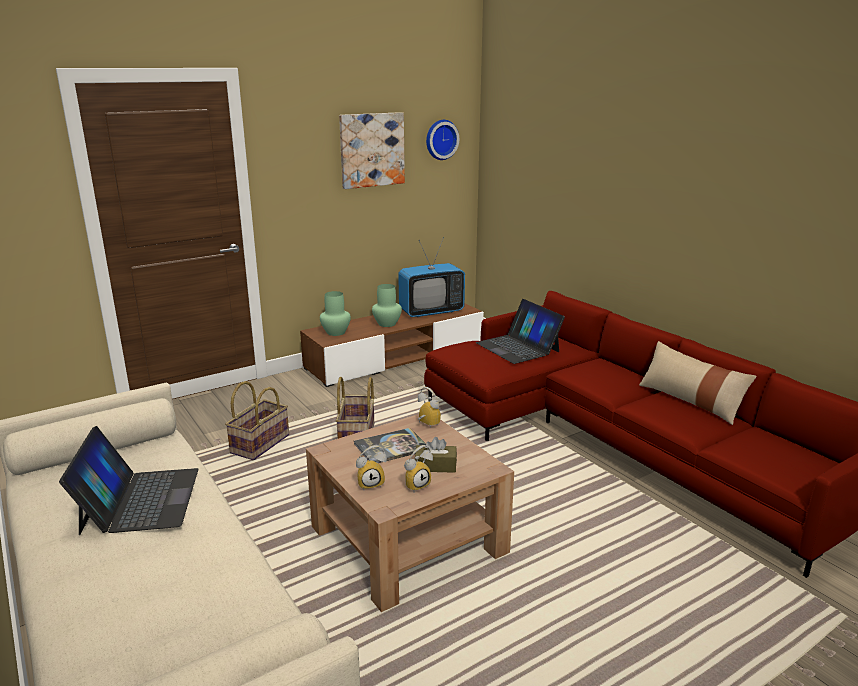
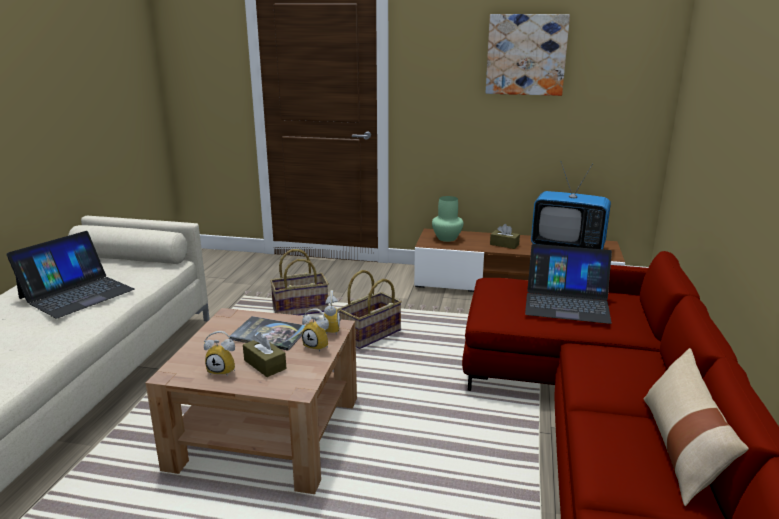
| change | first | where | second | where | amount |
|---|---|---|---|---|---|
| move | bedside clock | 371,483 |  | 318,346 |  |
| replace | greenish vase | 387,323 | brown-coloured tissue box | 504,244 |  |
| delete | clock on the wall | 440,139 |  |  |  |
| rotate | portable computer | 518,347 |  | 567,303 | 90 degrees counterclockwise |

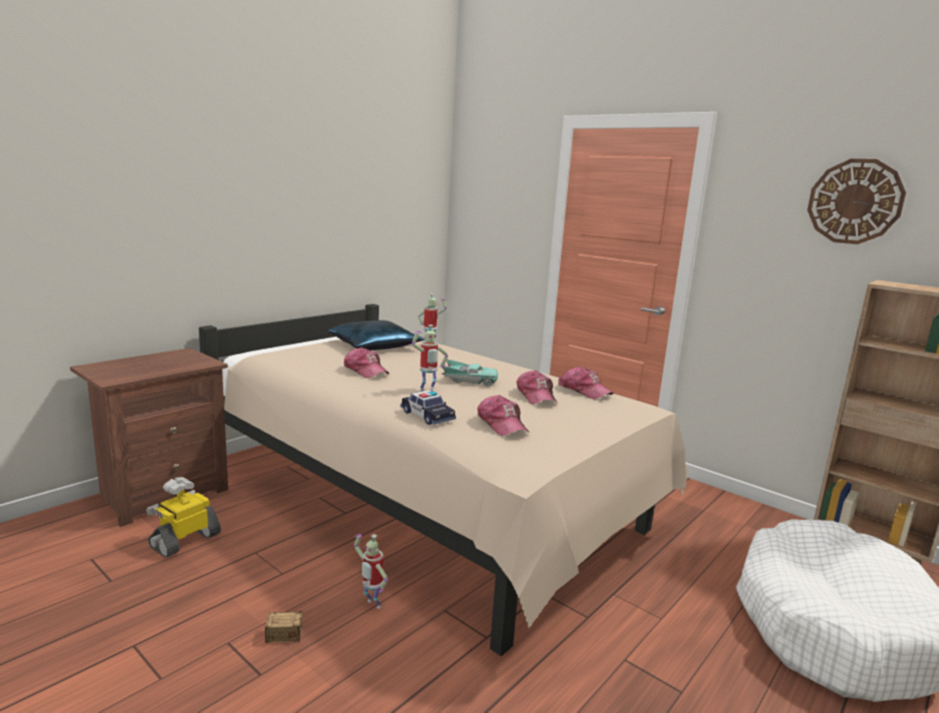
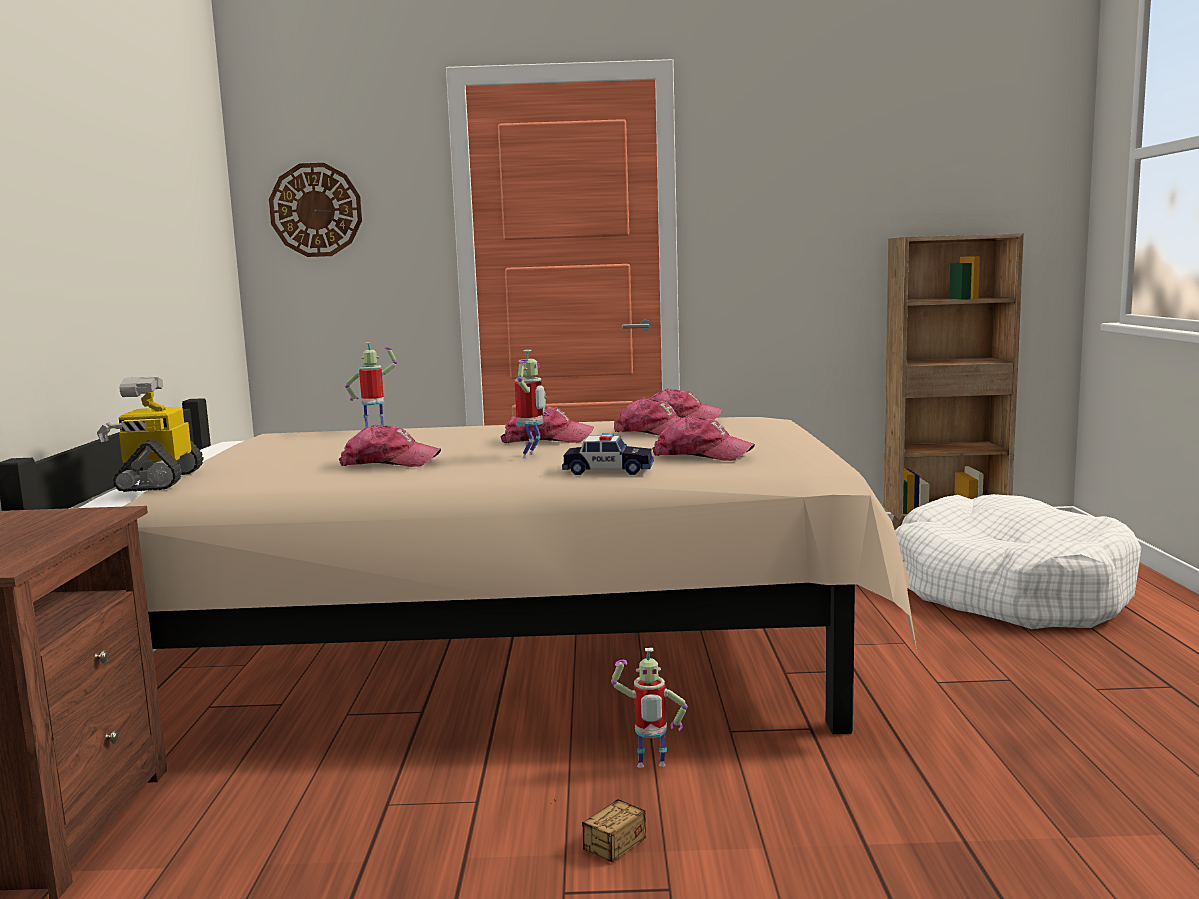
| change | first | where | second | where | amount |
|---|---|---|---|---|---|
| move | model robot | 185,540 |  | 159,481 |  |
| delete | blue-coloured pillow | 375,346 |  |  |  |
| replace | blue-green model car | 469,381 | baseball cap | 546,440 |  |
| move | clock on the wall | 854,201 |  | 316,210 |  |

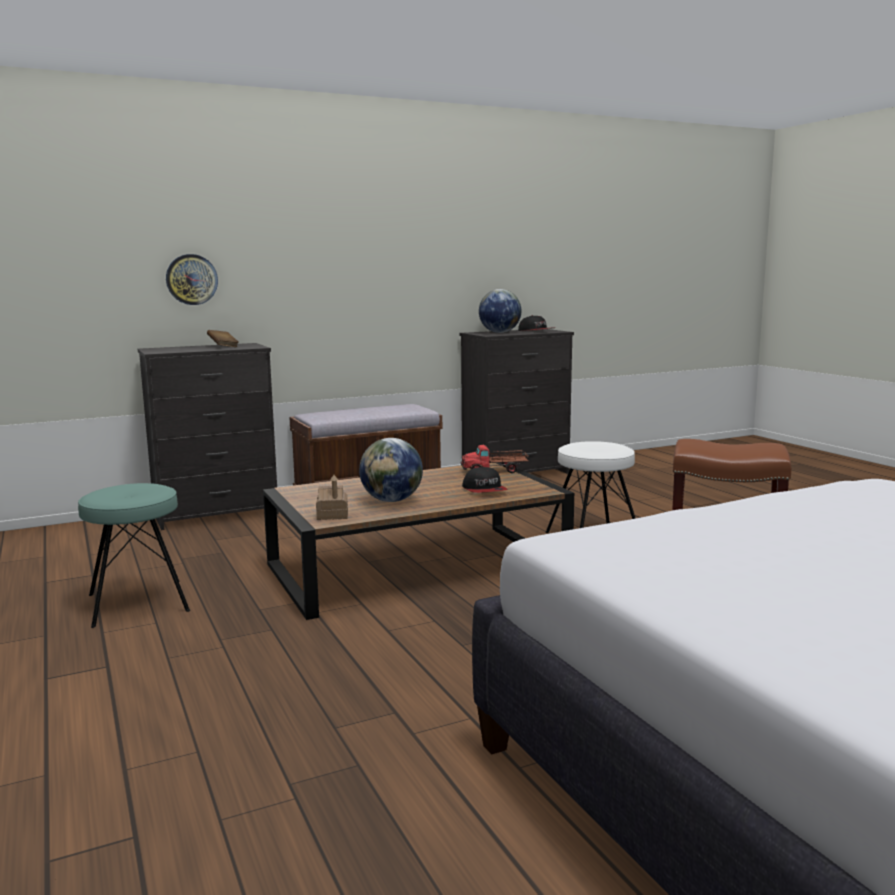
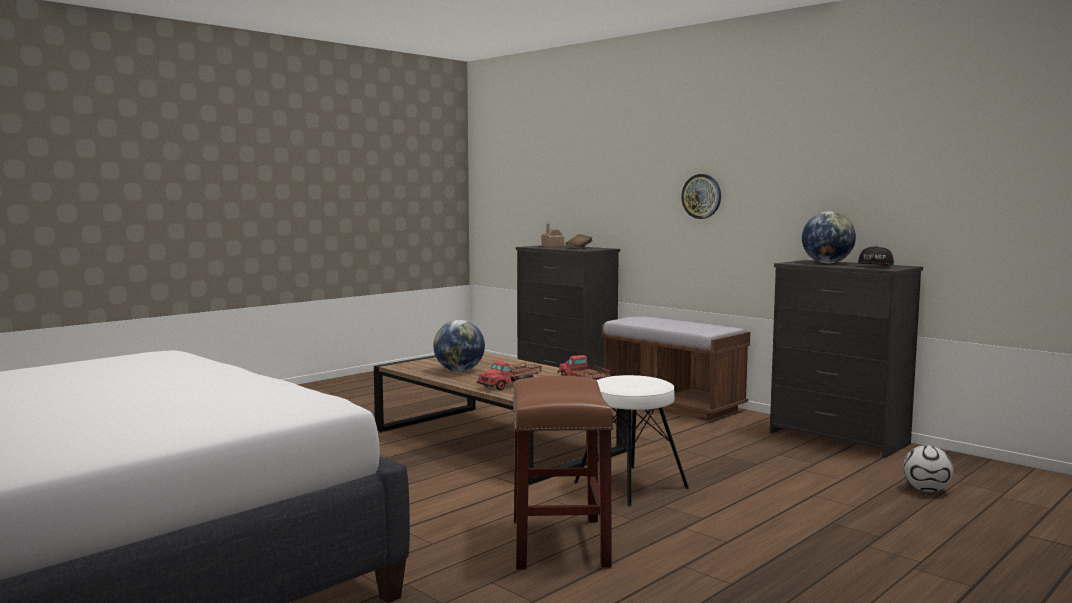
| change | first | where | second | where | amount |
|---|---|---|---|---|---|
| delete | blue-green stool seat | 138,603 |  |  |  |
| move | clock on the wall | 191,279 |  | 701,196 |  |
| move | miniature house | 332,515 |  | 552,246 |  |
| replace | baseball cap | 484,490 | toy truck | 511,385 |  |
| insert |  |  | football ball | 926,490 |  |

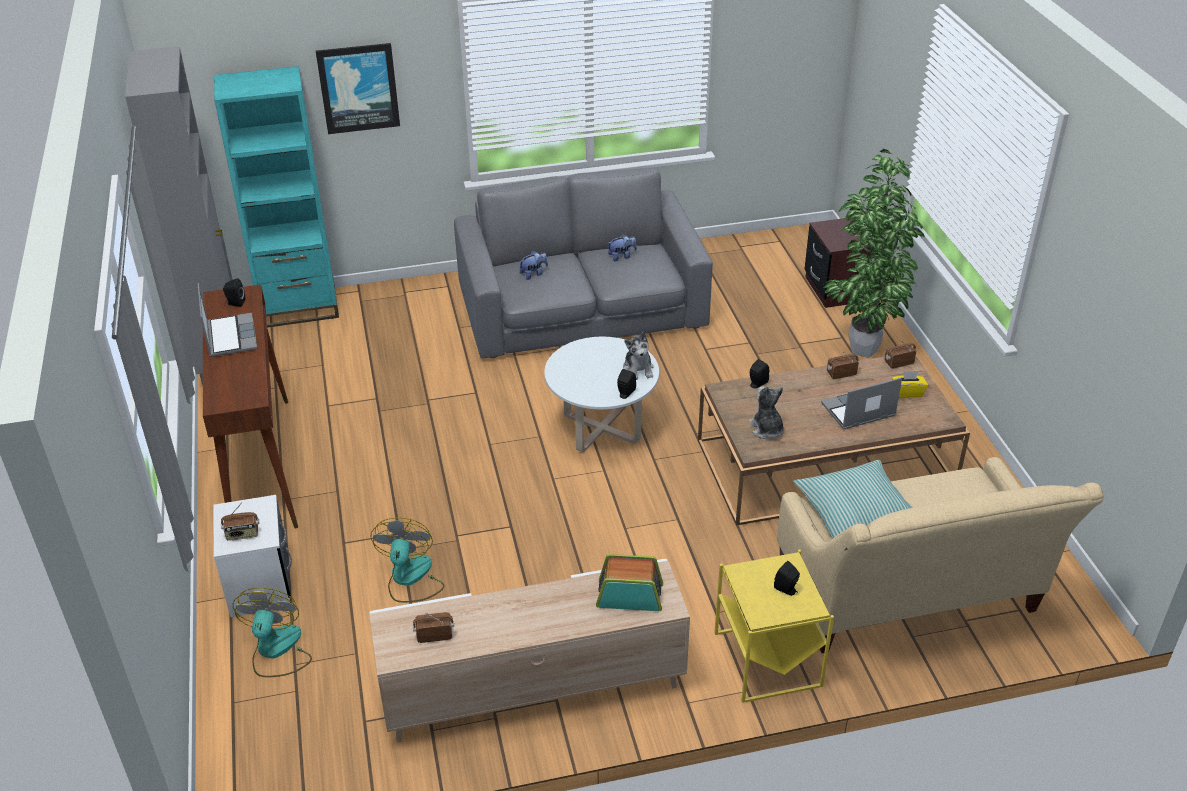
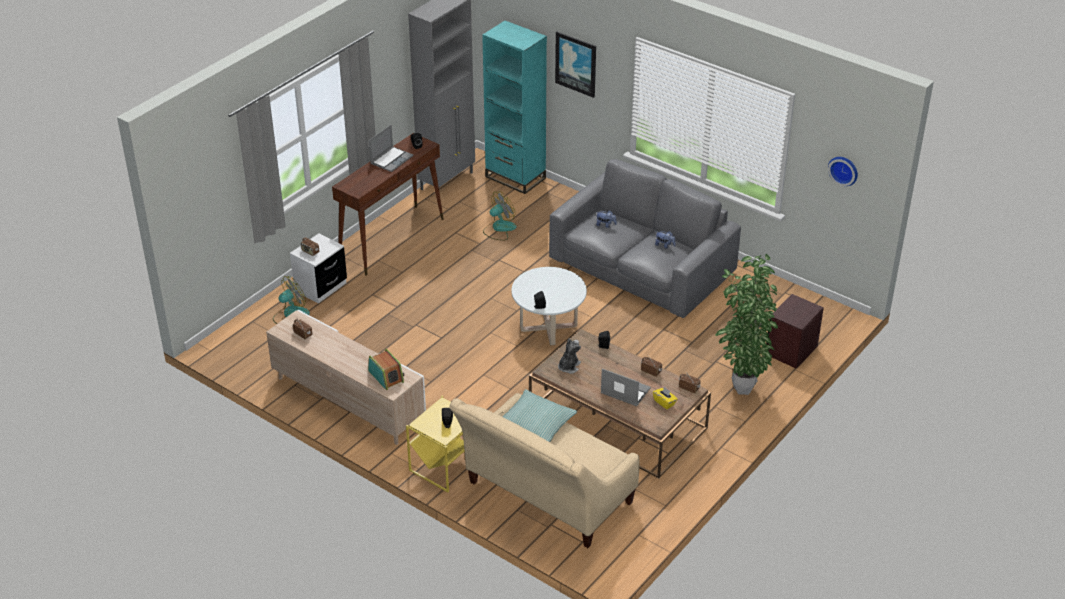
| change | first | where | second | where | amount |
|---|---|---|---|---|---|
| move | electric fan | 410,579 |  | 499,229 |  |
| delete | soft toy | 638,369 |  |  |  |
| insert |  |  | clock on the wall | 844,170 |  |

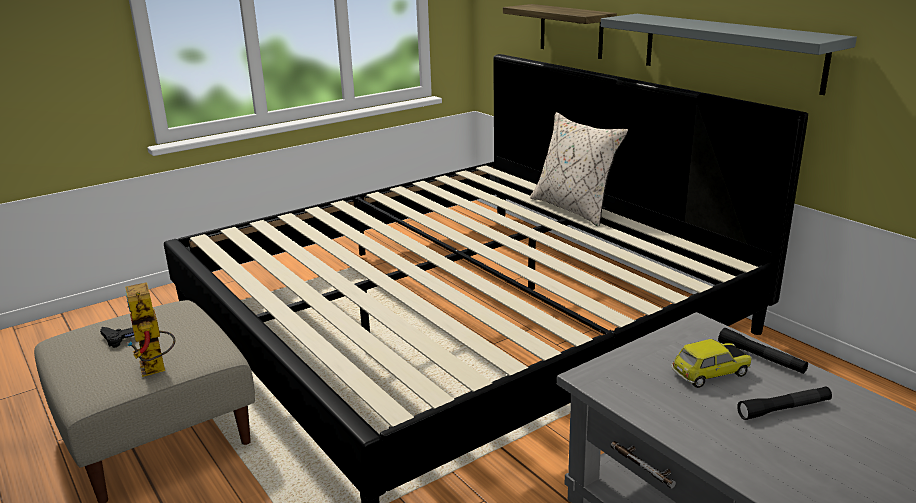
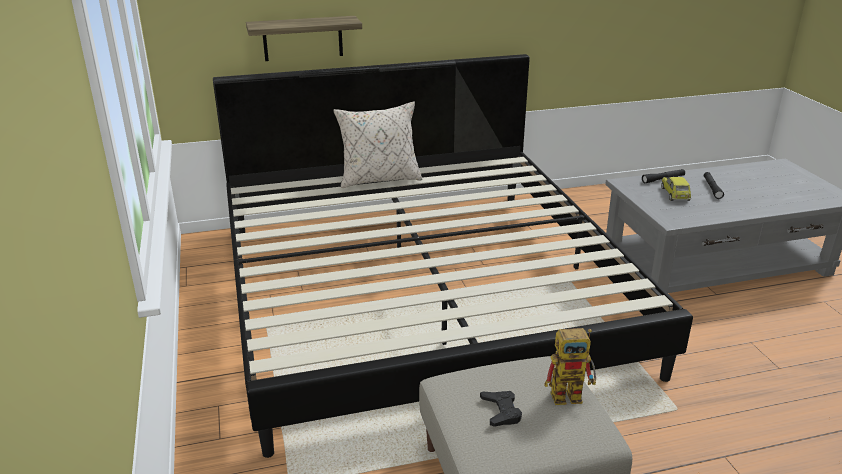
| change | first | where | second | where | amount |
|---|---|---|---|---|---|
| delete | grey shelf | 730,51 |  |  |  |

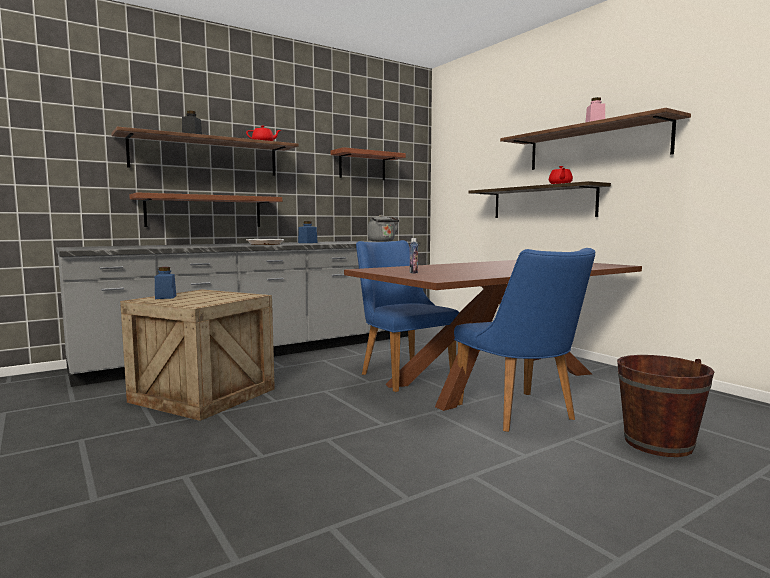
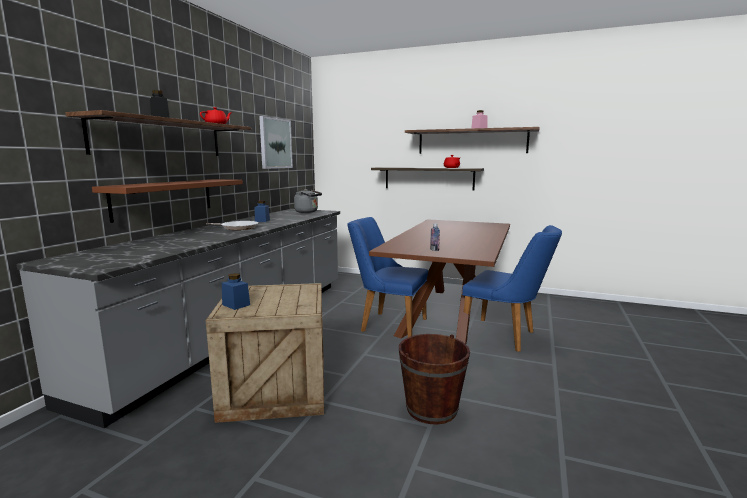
| change | first | where | second | where | amount |
|---|---|---|---|---|---|
| replace | shelf | 362,166 | wall art | 275,143 |  |
| move | brown-coloured water bucket | 658,443 |  | 431,409 |  |

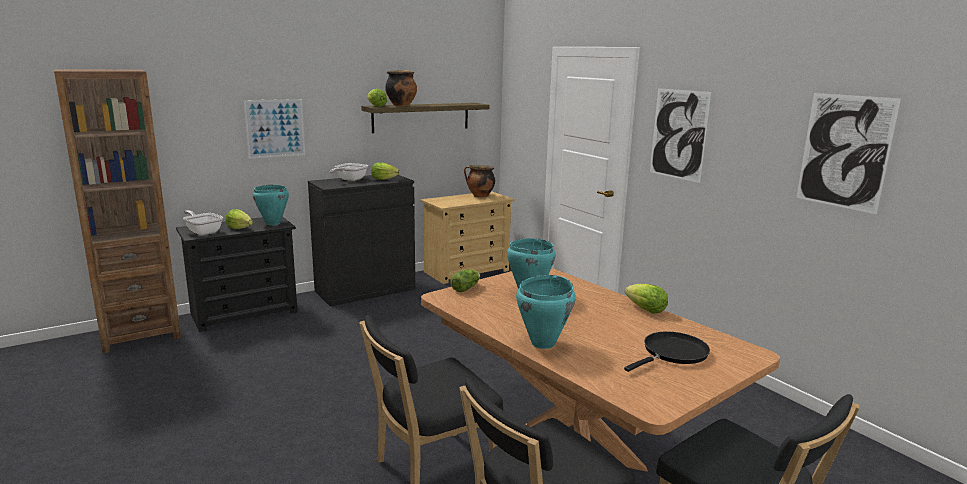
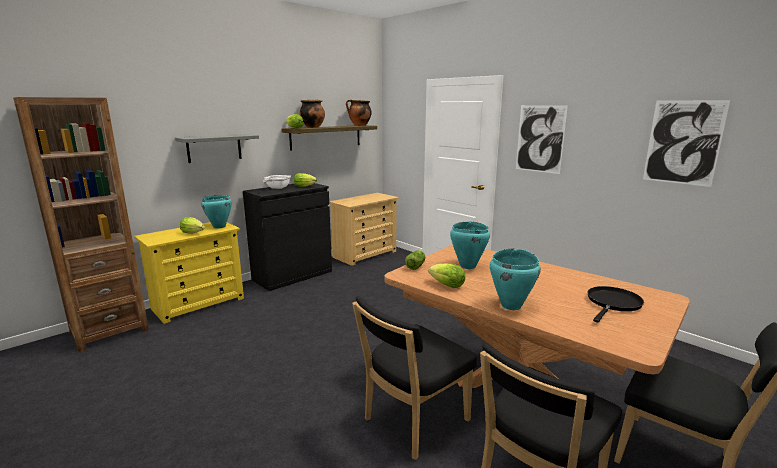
| change | first | where | second | where | amount |
|---|---|---|---|---|---|
| recolor | black-coloured dresser | 245,313 | yellow dresser | 199,303 |  |
| delete | frying pan | 203,231 |  |  |  |
| replace | wall art | 275,128 | grey shelf | 214,148 |  |
| move | saucepot | 479,196 |  | 359,125 |  |
| move | lettuce | 646,310 |  | 447,285 |  |

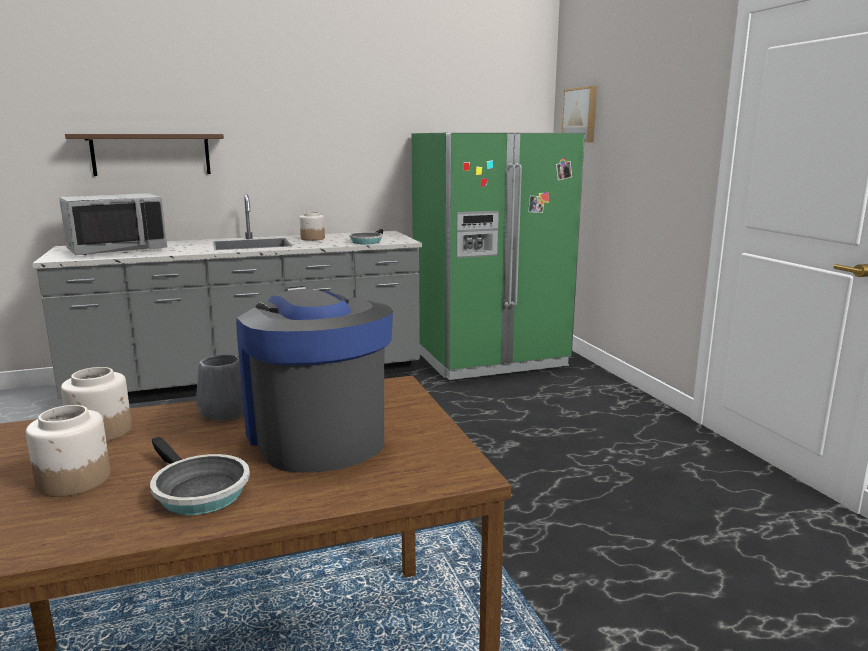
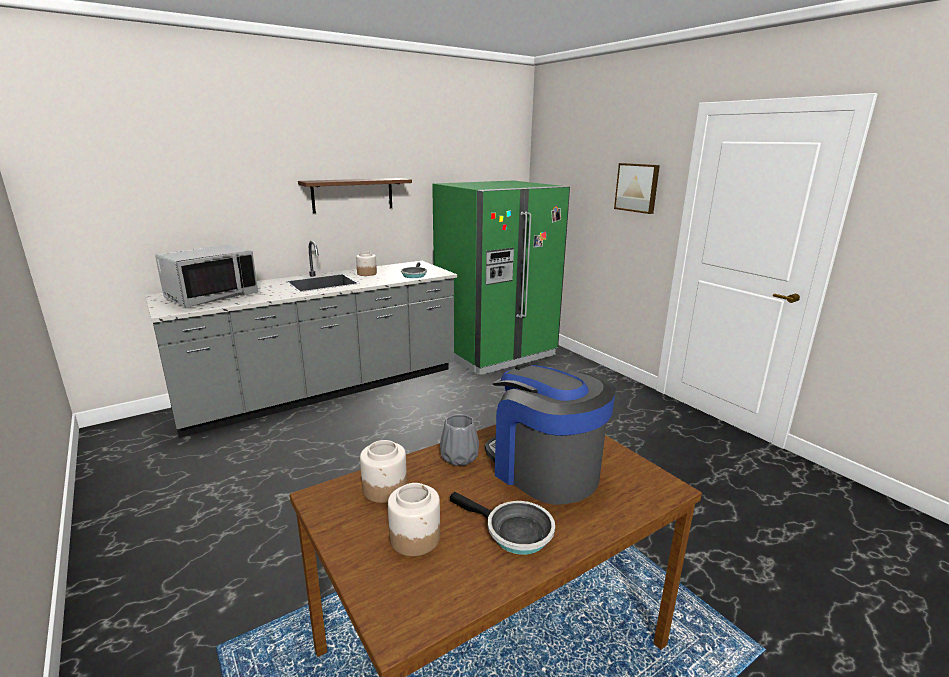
| change | first | where | second | where | amount |
|---|---|---|---|---|---|
| move | brown-coloured shelf | 151,154 |  | 353,195 |  |
| move | wall art | 581,115 |  | 637,187 |  |

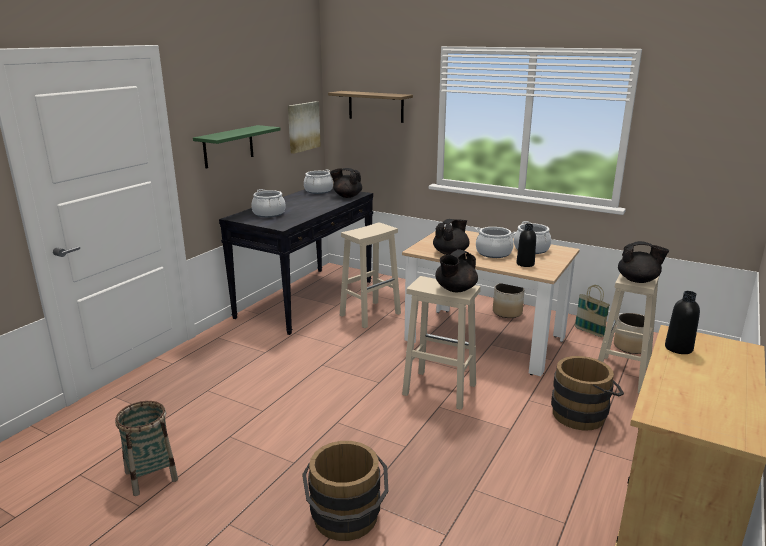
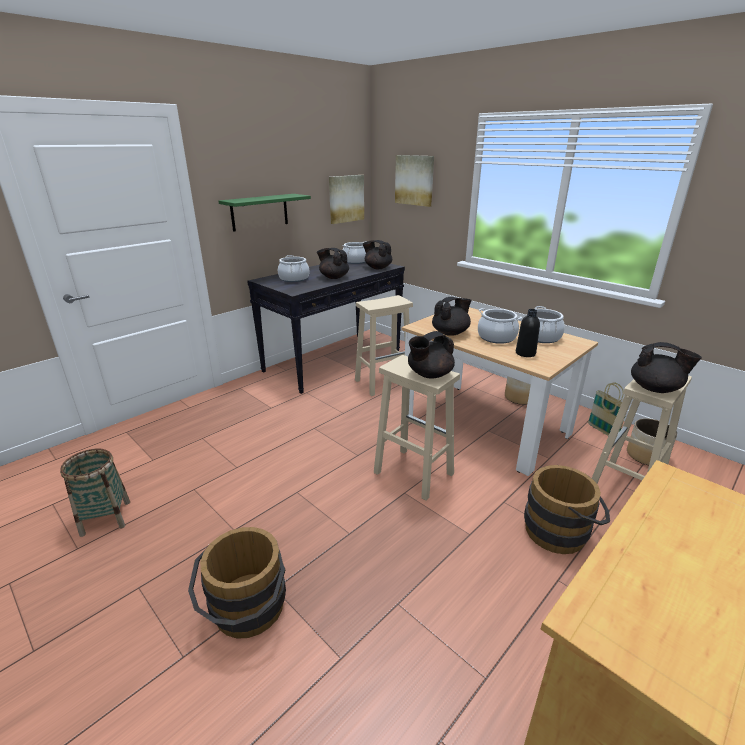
| change | first | where | second | where | amount |
|---|---|---|---|---|---|
| replace | shelf | 375,106 | wall art | 414,180 |  |
| delete | black-coloured drink bottle | 678,348 |  |  |  |
| insert |  |  | black-coloured pot for tea | 333,277 |  |

